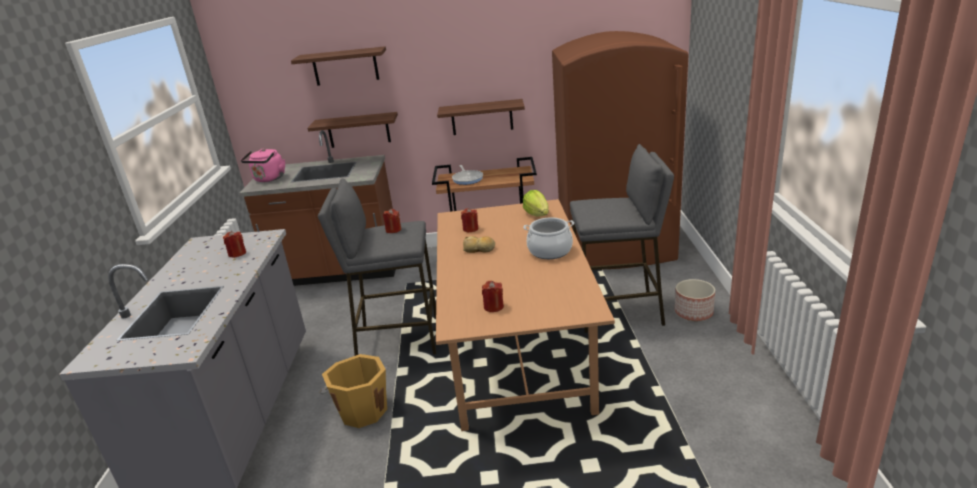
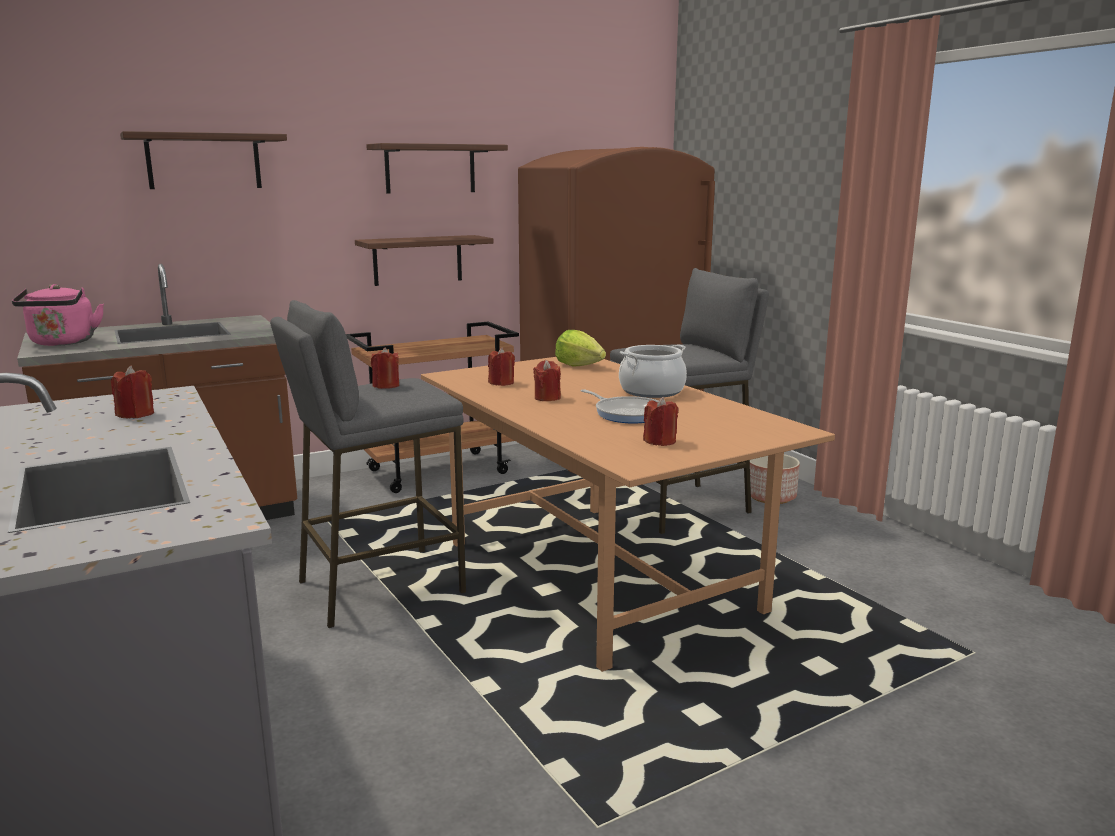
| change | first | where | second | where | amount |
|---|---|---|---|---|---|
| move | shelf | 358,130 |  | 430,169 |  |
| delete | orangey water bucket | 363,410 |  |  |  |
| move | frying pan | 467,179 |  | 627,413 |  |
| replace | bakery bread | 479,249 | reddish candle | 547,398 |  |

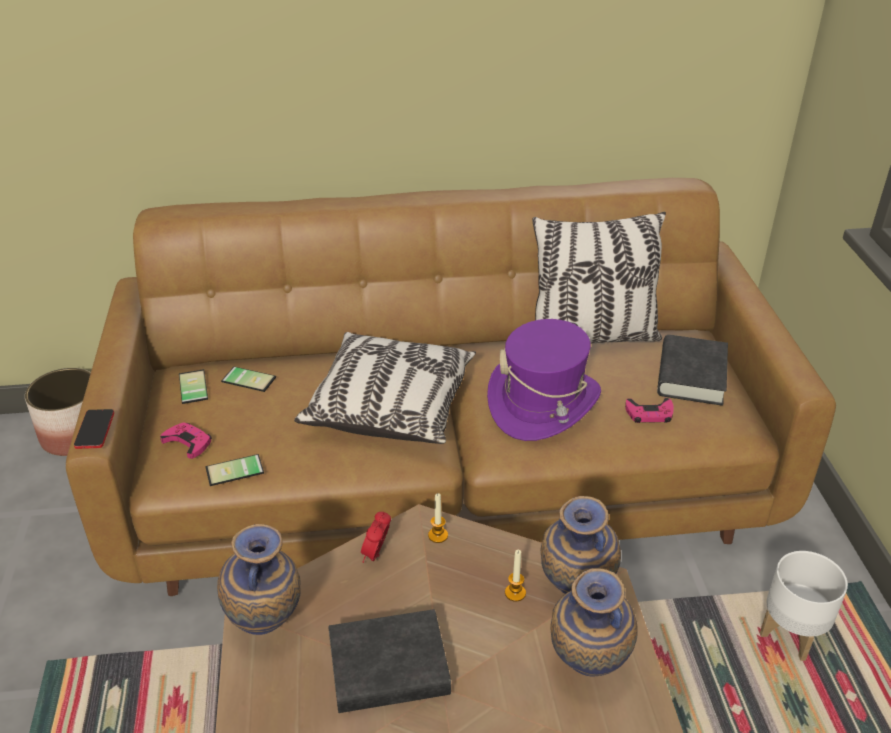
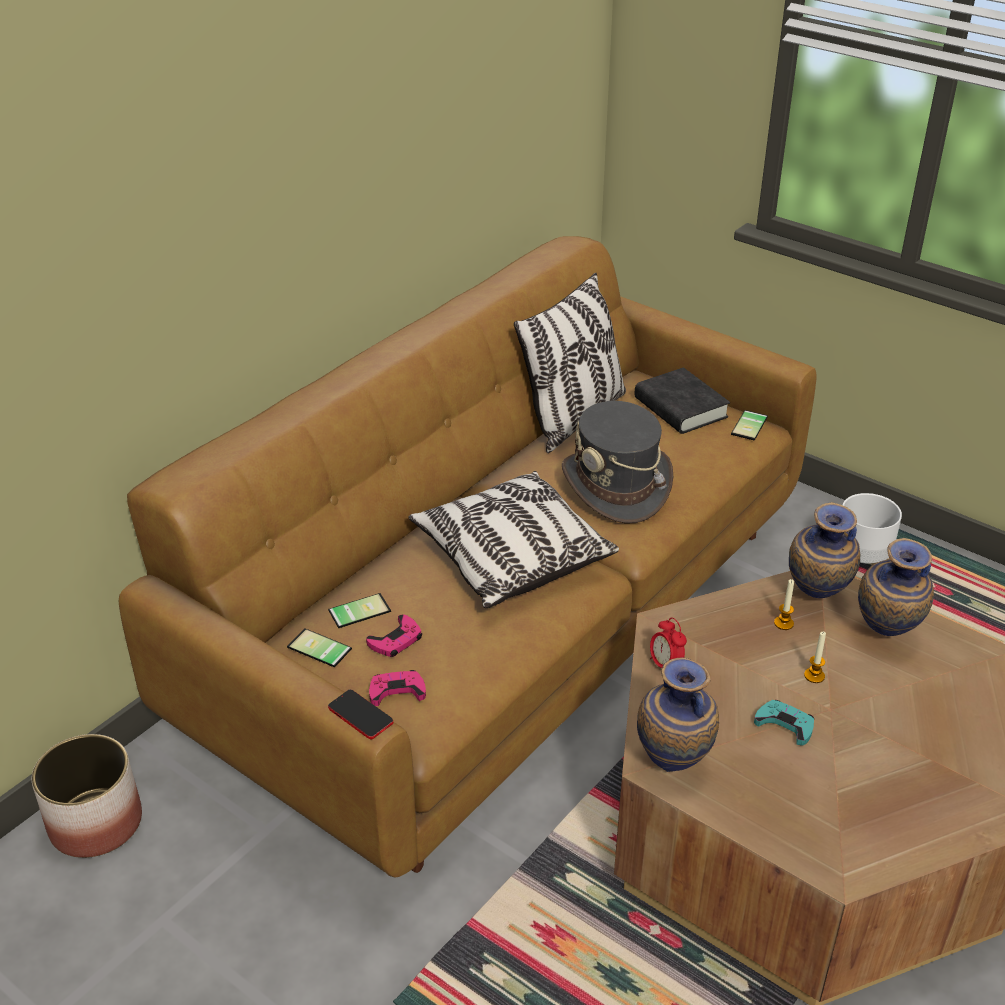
| change | first | where | second | where | amount |
|---|---|---|---|---|---|
| move | handset | 235,472 |  | 752,426 |  |
| replace | black-coloured bound book | 389,669 | blue-green game controller | 785,725 |  |
| move | candle | 438,535 |  | 814,676 |  |
| recolor | purplish clothing hat | 543,403 | grey clothing hat | 616,486 |  |
| move | pink-coloured game controller | 649,414 |  | 396,640 |  |

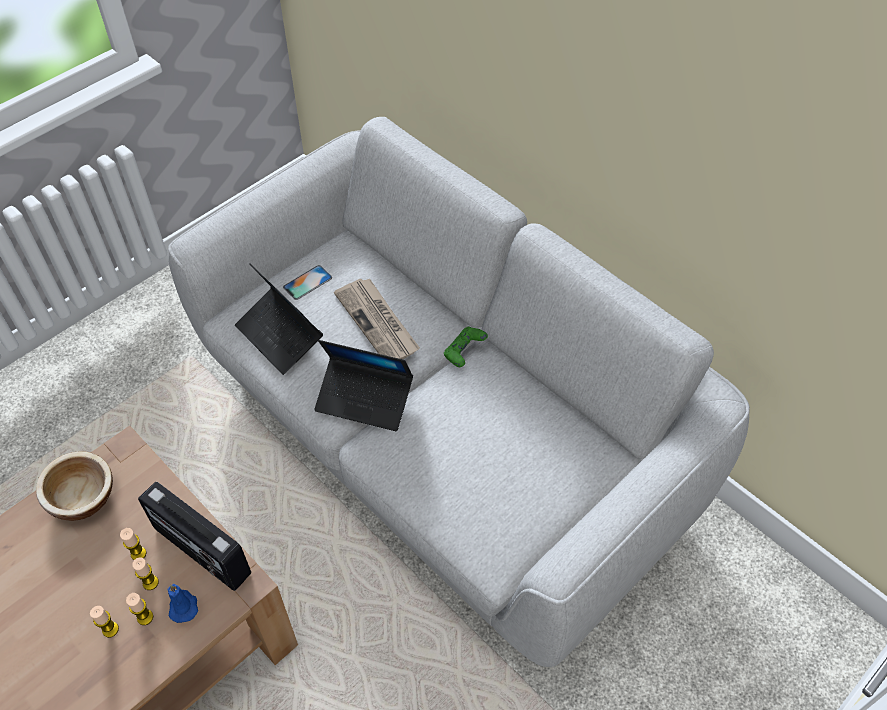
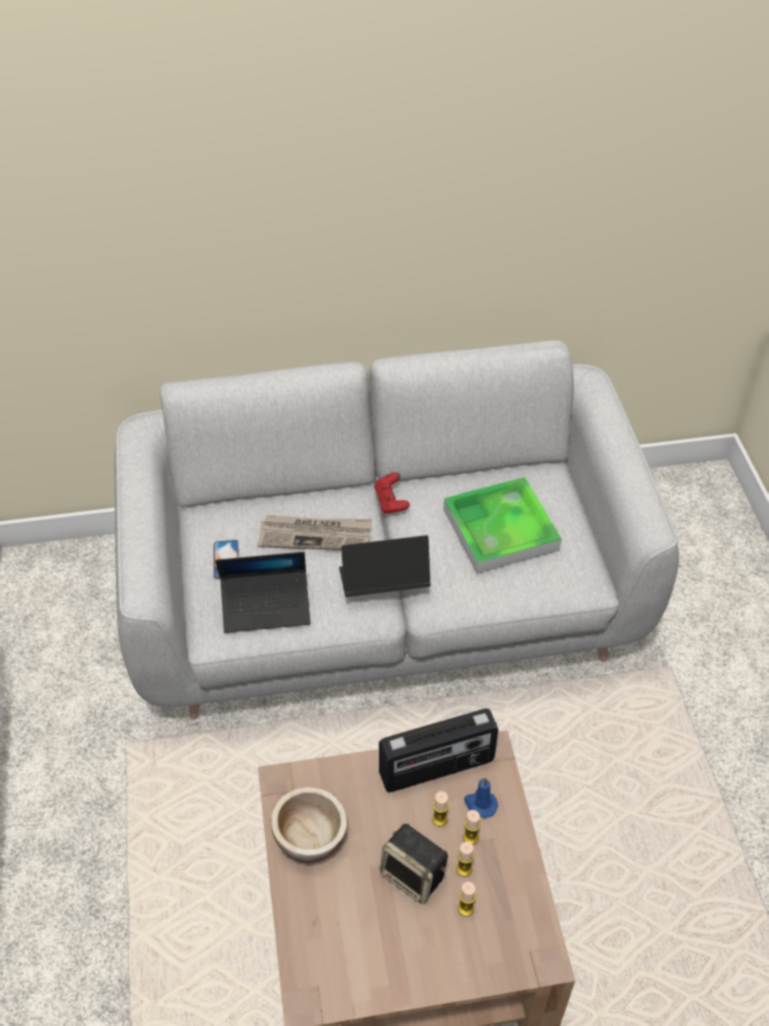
| change | first | where | second | where | amount |
|---|---|---|---|---|---|
| move | candle | 138,553 |  | 466,908 |  |
| rotate | portable computer | 364,399 |  | 383,583 | 150 degrees counterclockwise |
| recolor | greenish game controller | 464,353 | reddish game controller | 391,502 |  |
| insert |  |  | audio speaker | 414,875 |  |
| insert |  |  | tray | 500,529 |  |

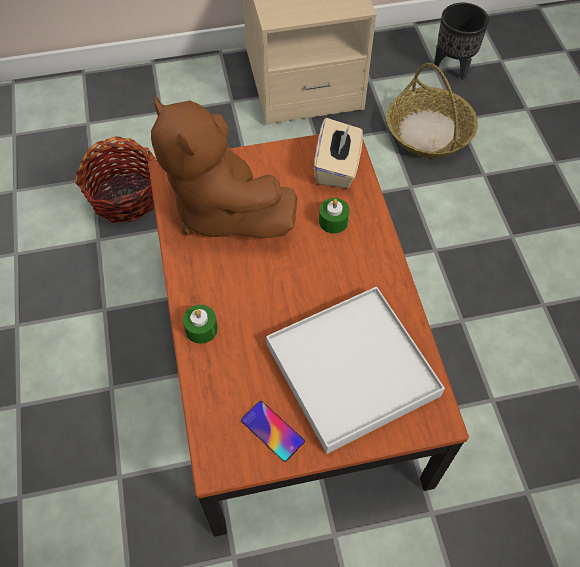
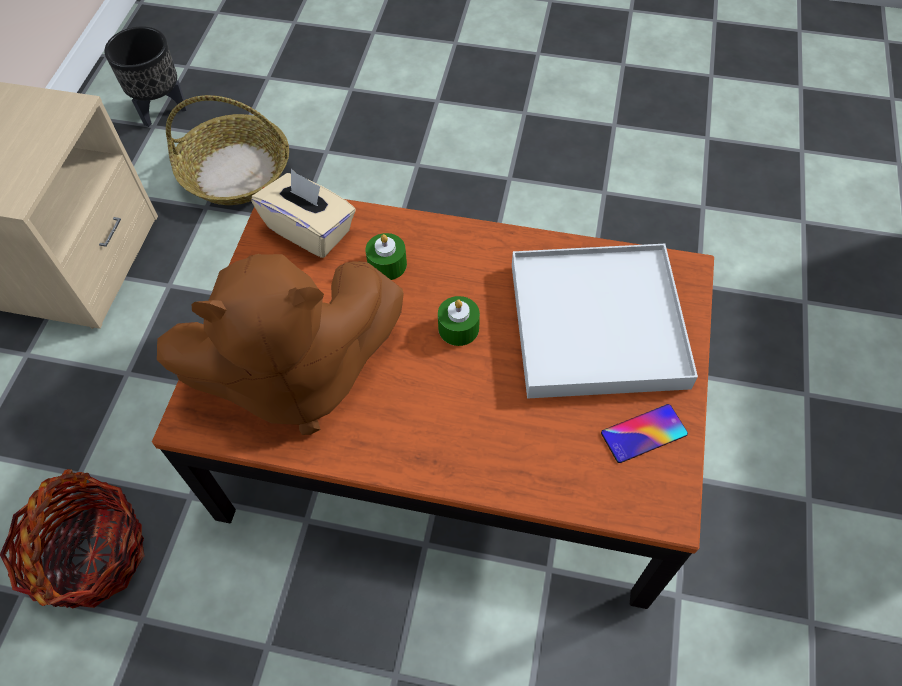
| change | first | where | second | where | amount |
|---|---|---|---|---|---|
| move | greenish candle | 201,329 |  | 458,328 |  |

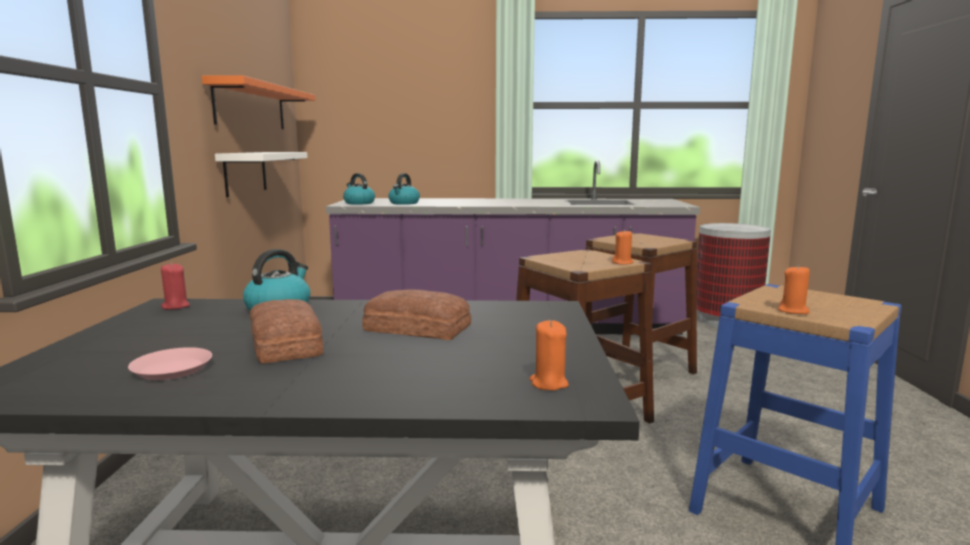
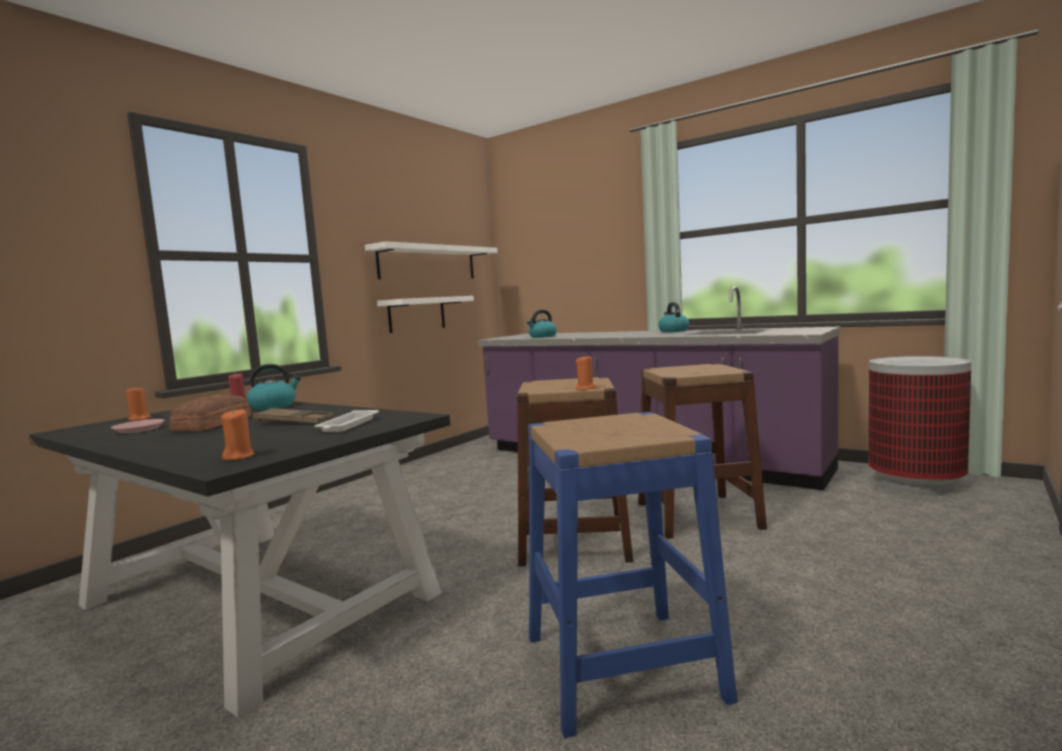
| change | first | where | second | where | amount |
|---|---|---|---|---|---|
| recolor | orangey shelf | 251,107 | white shelf | 428,263 |  |
| move | tea kettle | 358,203 |  | 673,331 |  |
| replace | bakery bread | 417,328 | brown-coloured tray | 294,422 |  |
| move | orangey candle | 793,311 |  | 139,419 |  |
| insert |  |  | white tray | 347,425 |  |

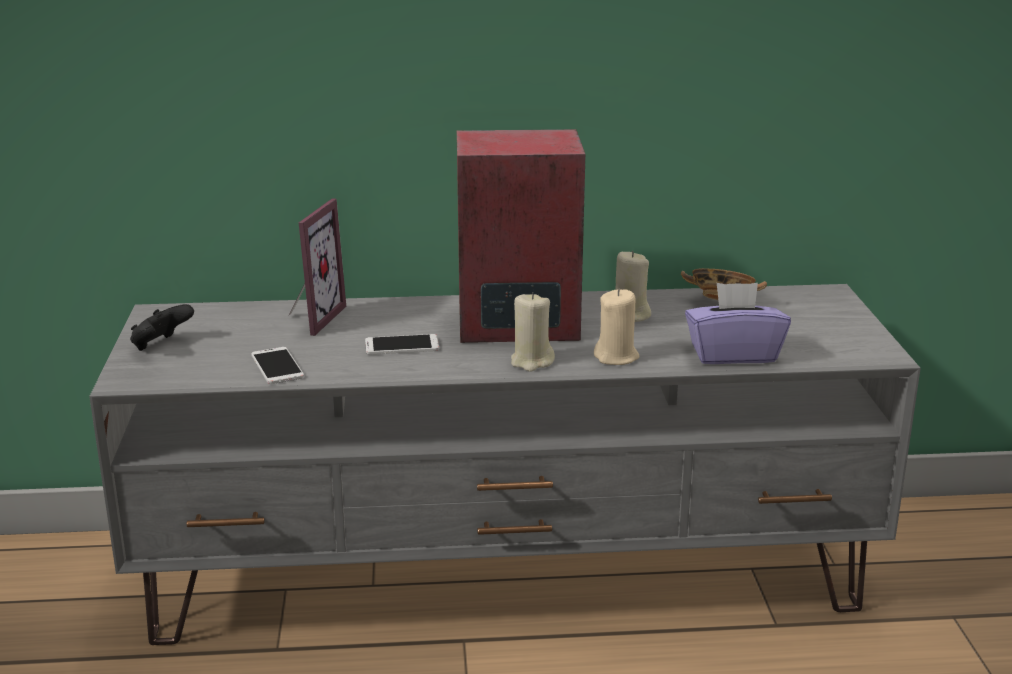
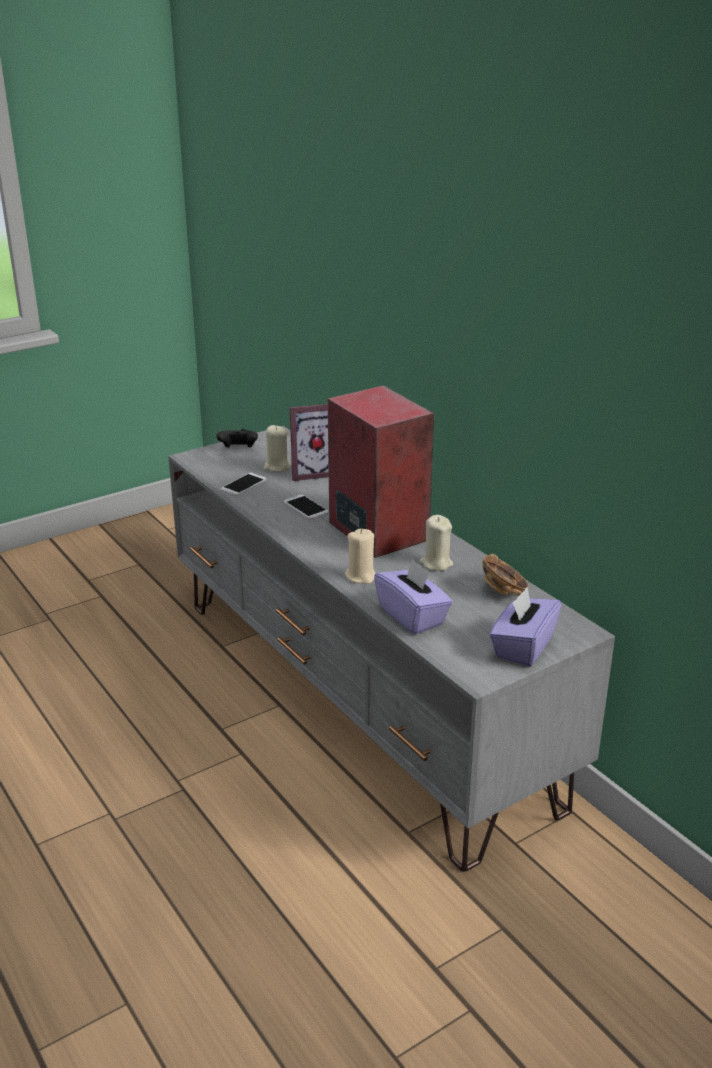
| change | first | where | second | where | amount |
|---|---|---|---|---|---|
| move | sand-coloured candle | 531,361 |  | 277,467 |  |
| insert |  |  | purplish tissue box | 522,647 |  |

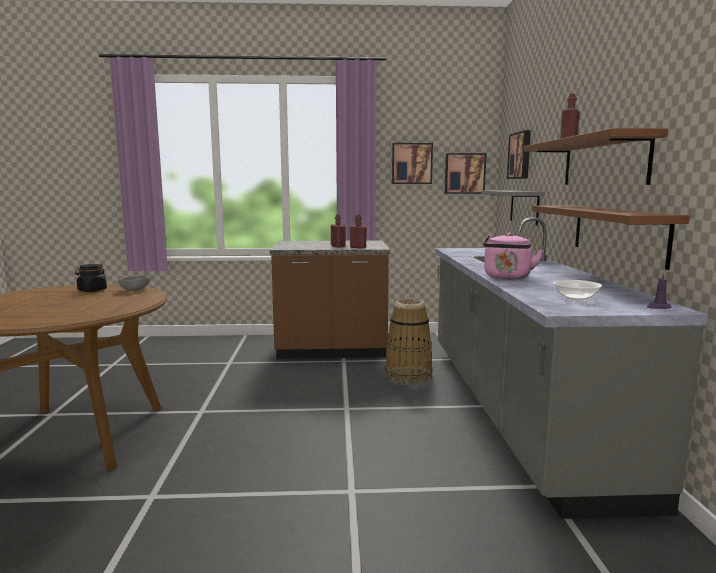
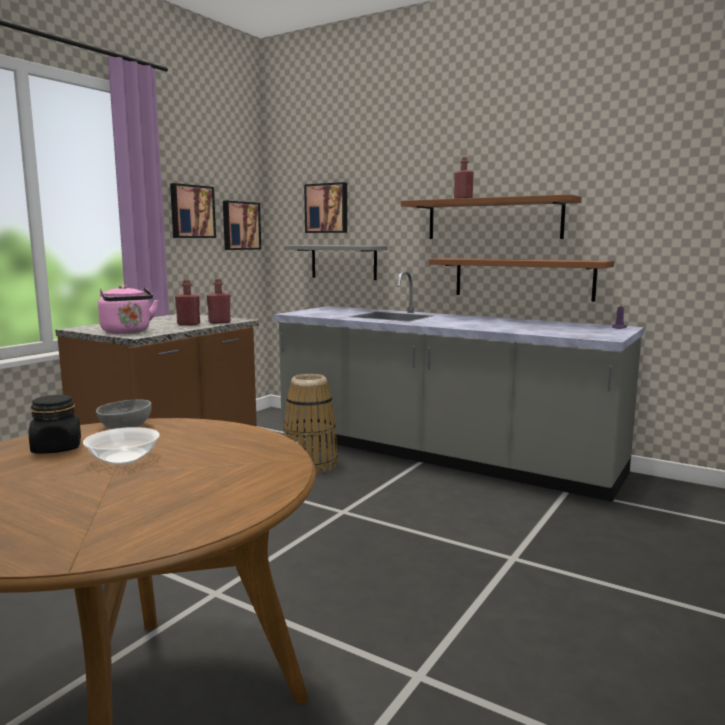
| change | first | where | second | where | amount |
|---|---|---|---|---|---|
| move | pink-coloured tea kettle | 507,277 |  | 127,332 |  |
| move | serving bowl | 575,297 |  | 123,459 |  |

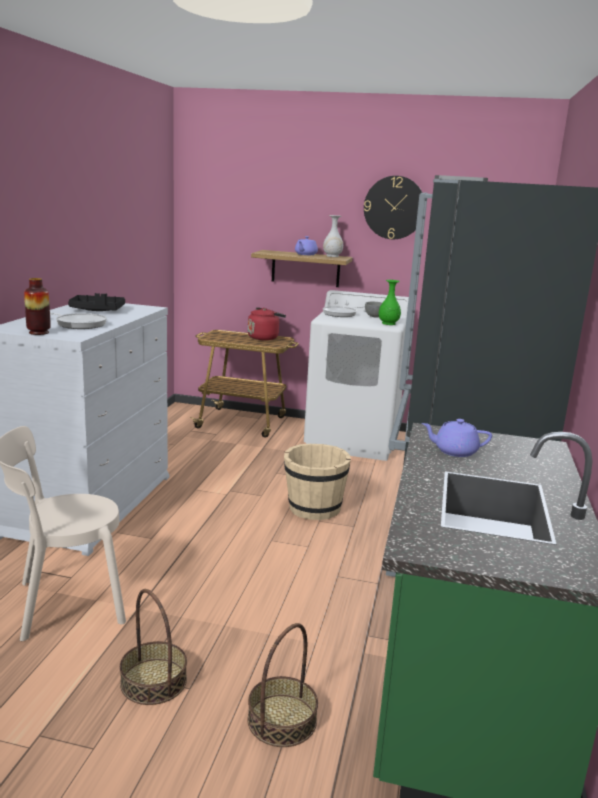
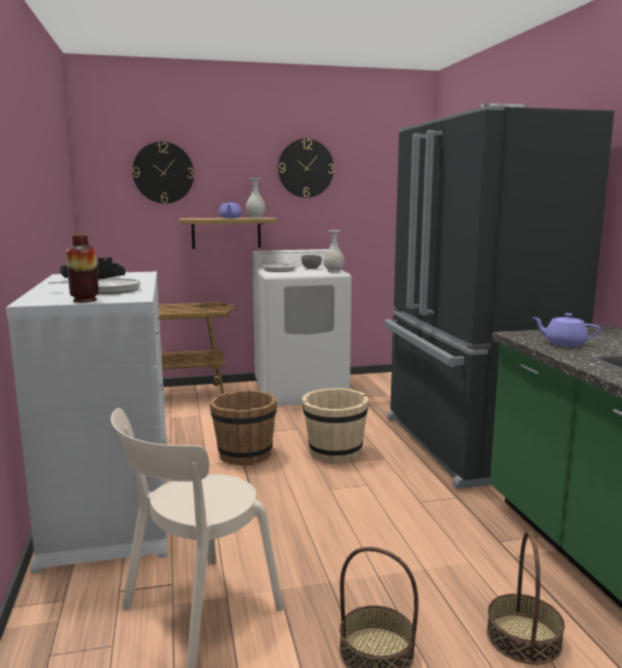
| change | first | where | second | where | amount |
|---|---|---|---|---|---|
| delete | reddish tea kettle | 264,337 |  |  |  |
| recolor | greenish vase | 388,323 | white vase | 333,271 |  |
| rotate | purplish pot for tea | 454,451 |  | 564,343 | 45 degrees clockwise |
| insert |  |  | clock on the wall | 163,172 |  |
| insert |  |  | brown-coloured water bucket | 244,455 |  |

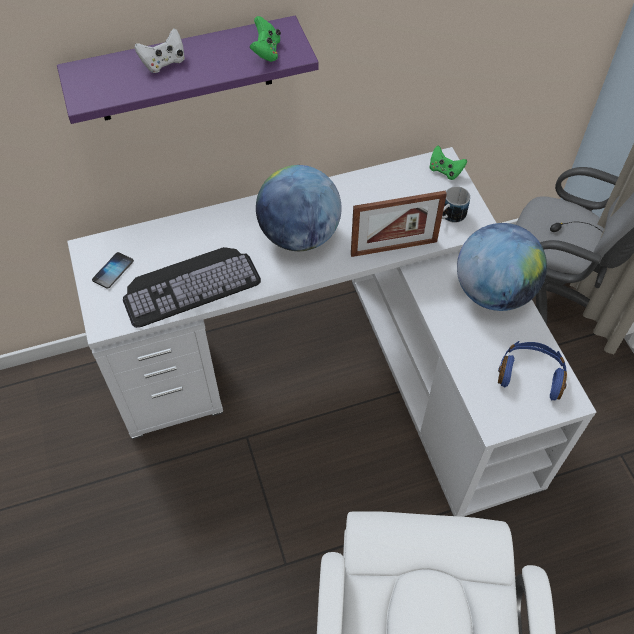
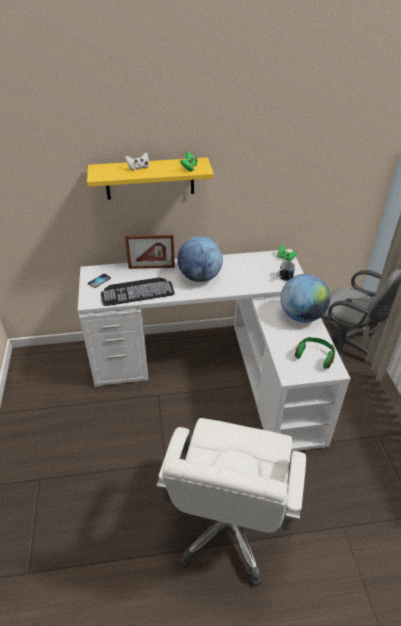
| change | first | where | second | where | amount |
|---|---|---|---|---|---|
| recolor | purplish shelf | 184,70 | yellow shelf | 150,178 |  |
| move | standing frame | 394,248 |  | 151,267 |  |
| recolor | blue-coloured headset | 530,374 | greenish headset | 315,355 |  |

